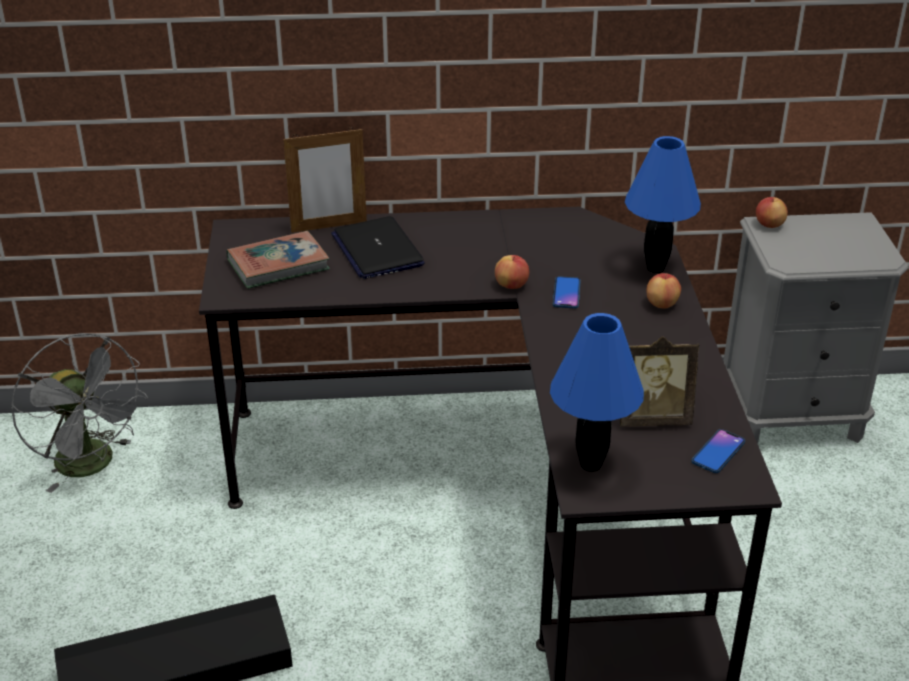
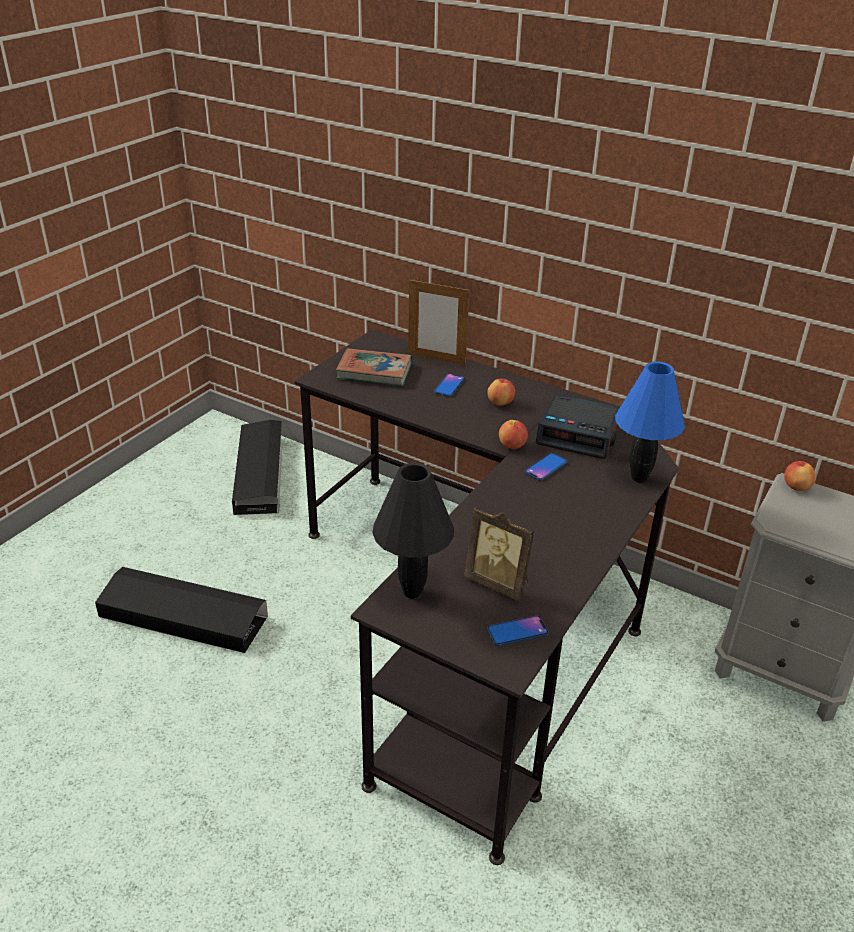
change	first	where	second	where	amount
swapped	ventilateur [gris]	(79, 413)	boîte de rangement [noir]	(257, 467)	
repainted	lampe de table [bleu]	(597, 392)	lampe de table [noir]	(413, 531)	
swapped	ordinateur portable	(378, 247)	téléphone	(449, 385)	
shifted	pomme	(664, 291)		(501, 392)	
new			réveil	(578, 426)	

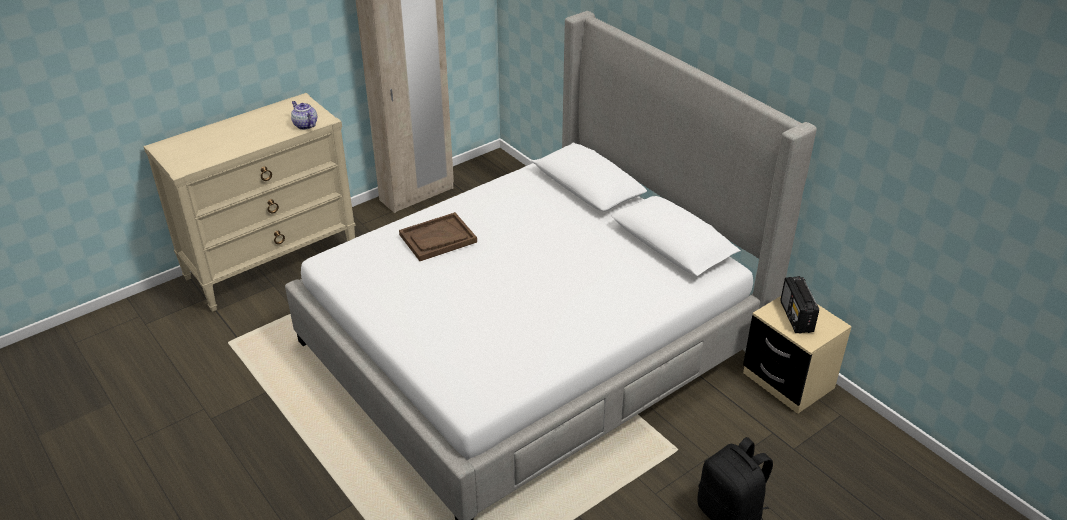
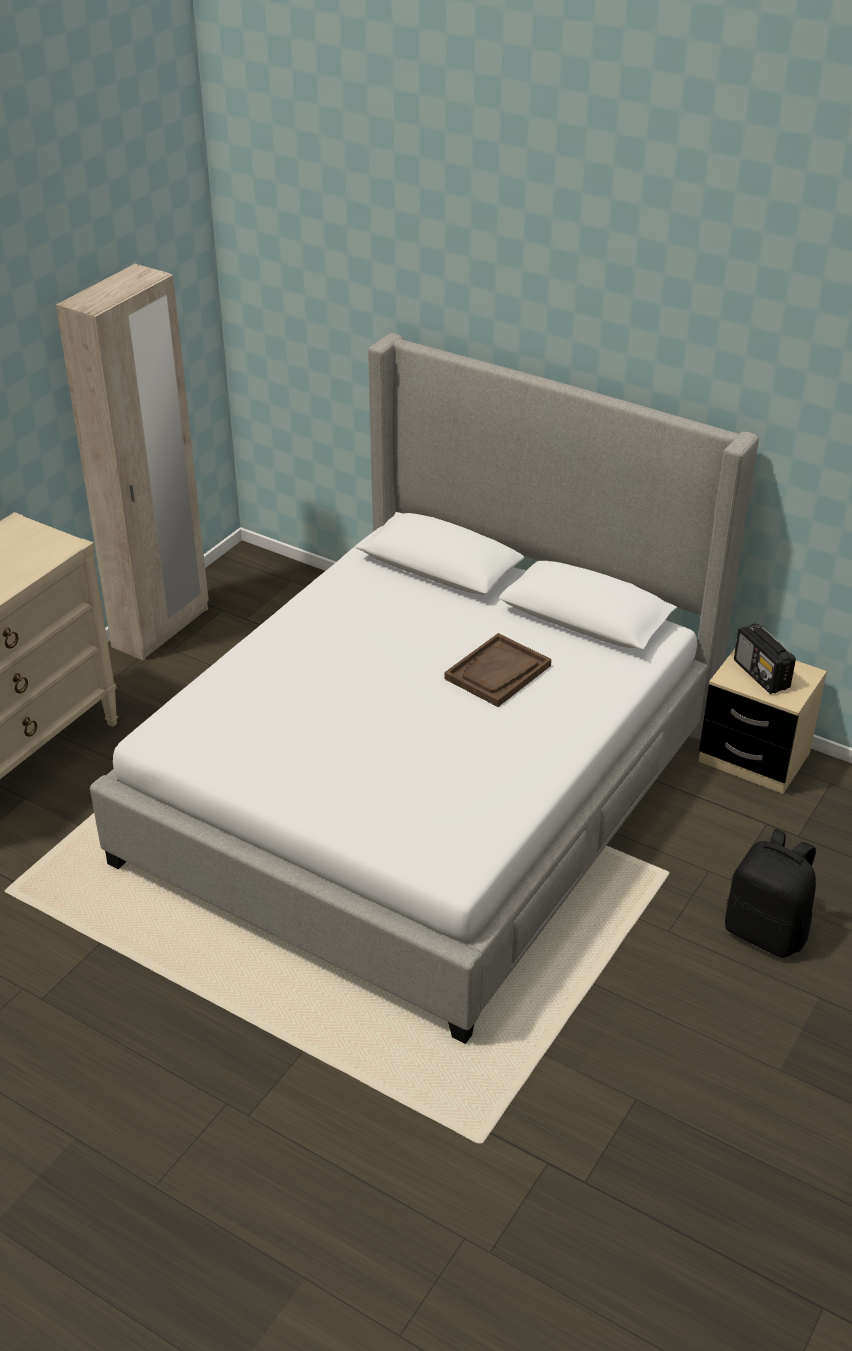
change	first	where	second	where	amount
shifted	plateau [marron]	(438, 236)		(497, 670)	
gone	théière	(304, 115)			

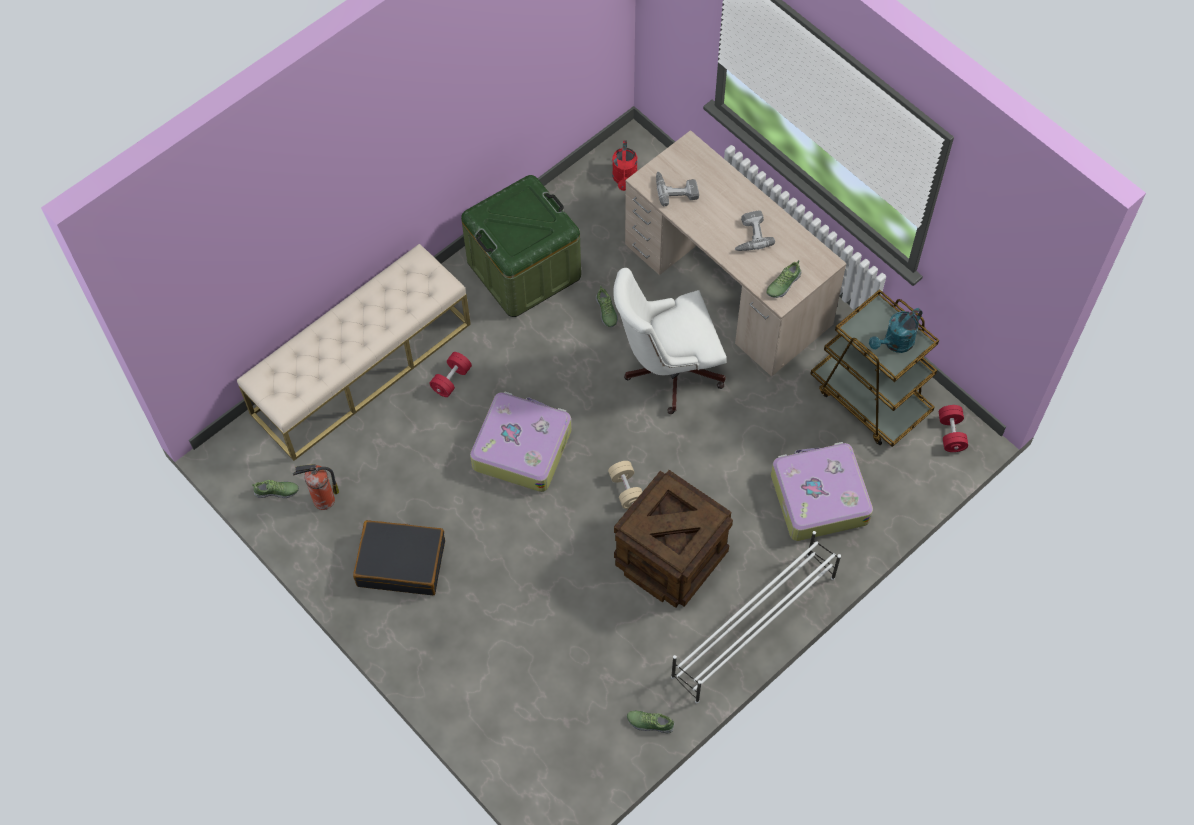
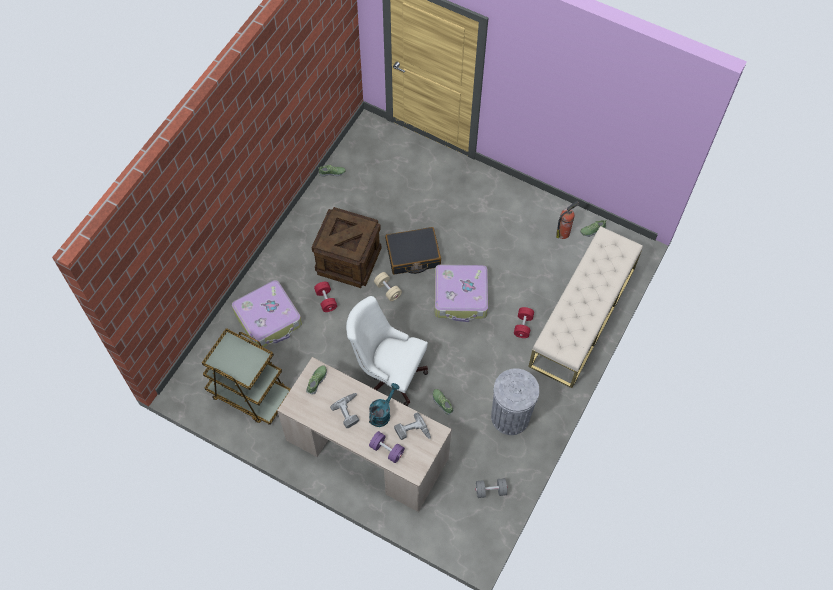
change	first	where	second	where	amount
shifted	haltère [rouge]	(953, 428)		(325, 297)	
rotated	chaise de bureau [blanc]	(670, 341)		(387, 351)	120 degrees counterclockwise
shifted	arrosoir [turquoise]	(895, 330)		(384, 405)	
new			haltère [violet]	(387, 447)	
shifted	valise [noir]	(399, 557)		(413, 250)	
new			haltère [gris]	(491, 488)	
swapped	boîte de rangement [vert]	(521, 246)	poubelle [gris]	(515, 401)	
gone	arrosoir [rouge]	(625, 165)			
gone	étagère à chaussures [blanc]	(756, 617)			

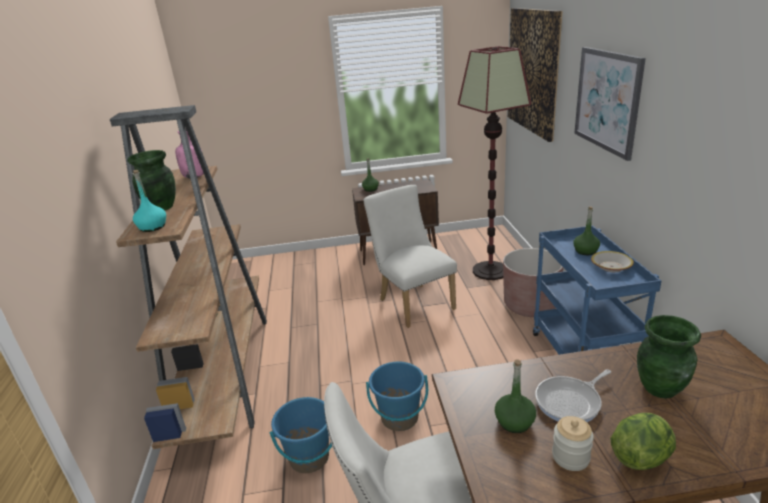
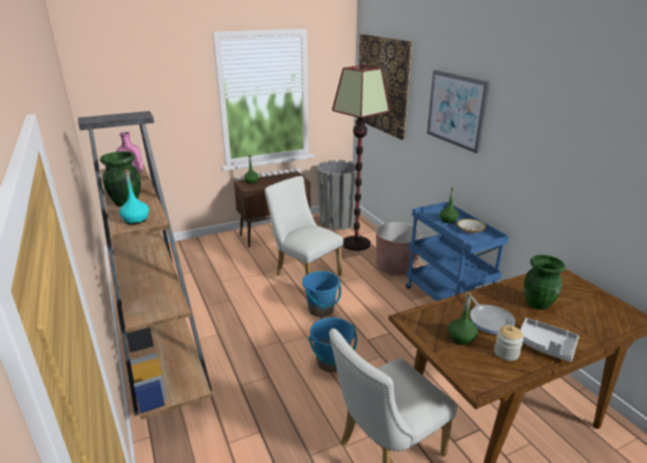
change	first	where	second	where	amount
shifted	seau [bleu]	(300, 435)		(321, 294)	
new			cache-pot [gris]	(339, 195)	
rotated	poêle	(573, 395)		(490, 313)	60 degrees counterclockwise
swapped	laitue	(643, 441)	plateau [gris]	(549, 340)	

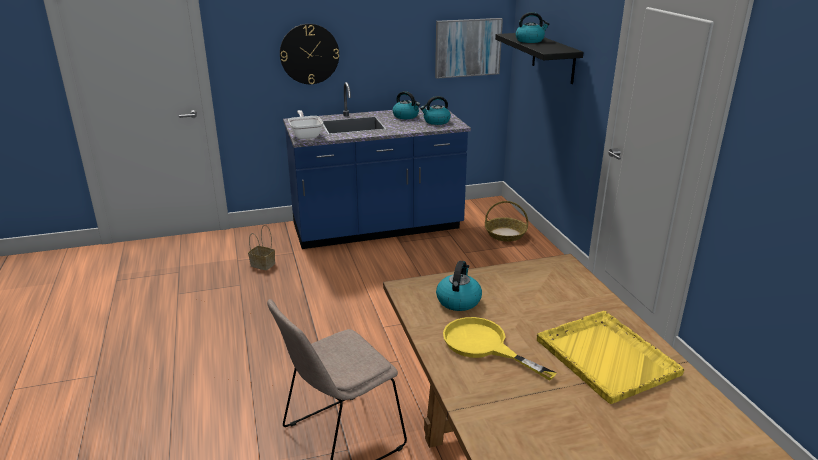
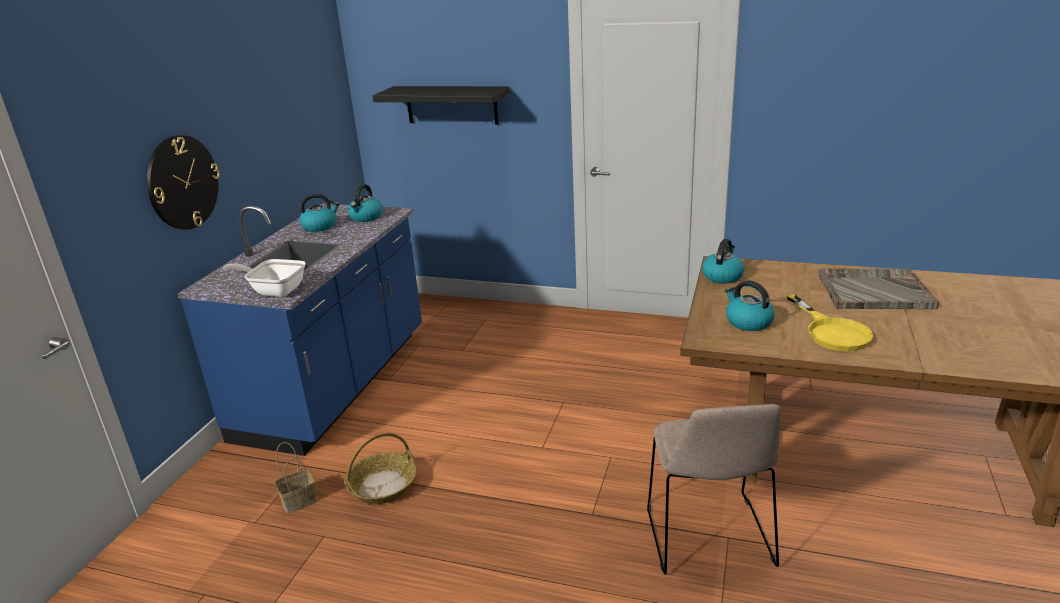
change	first	where	second	where	amount
shifted	panier	(506, 221)		(380, 468)	
shifted	bouilloire	(532, 27)		(723, 261)	
rotated	poêle [jaune]	(500, 349)		(830, 323)	90 degrees counterclockwise
repainted	plateau [jaune]	(610, 357)	plateau [gris]	(878, 288)	
gone	tableau	(469, 48)			

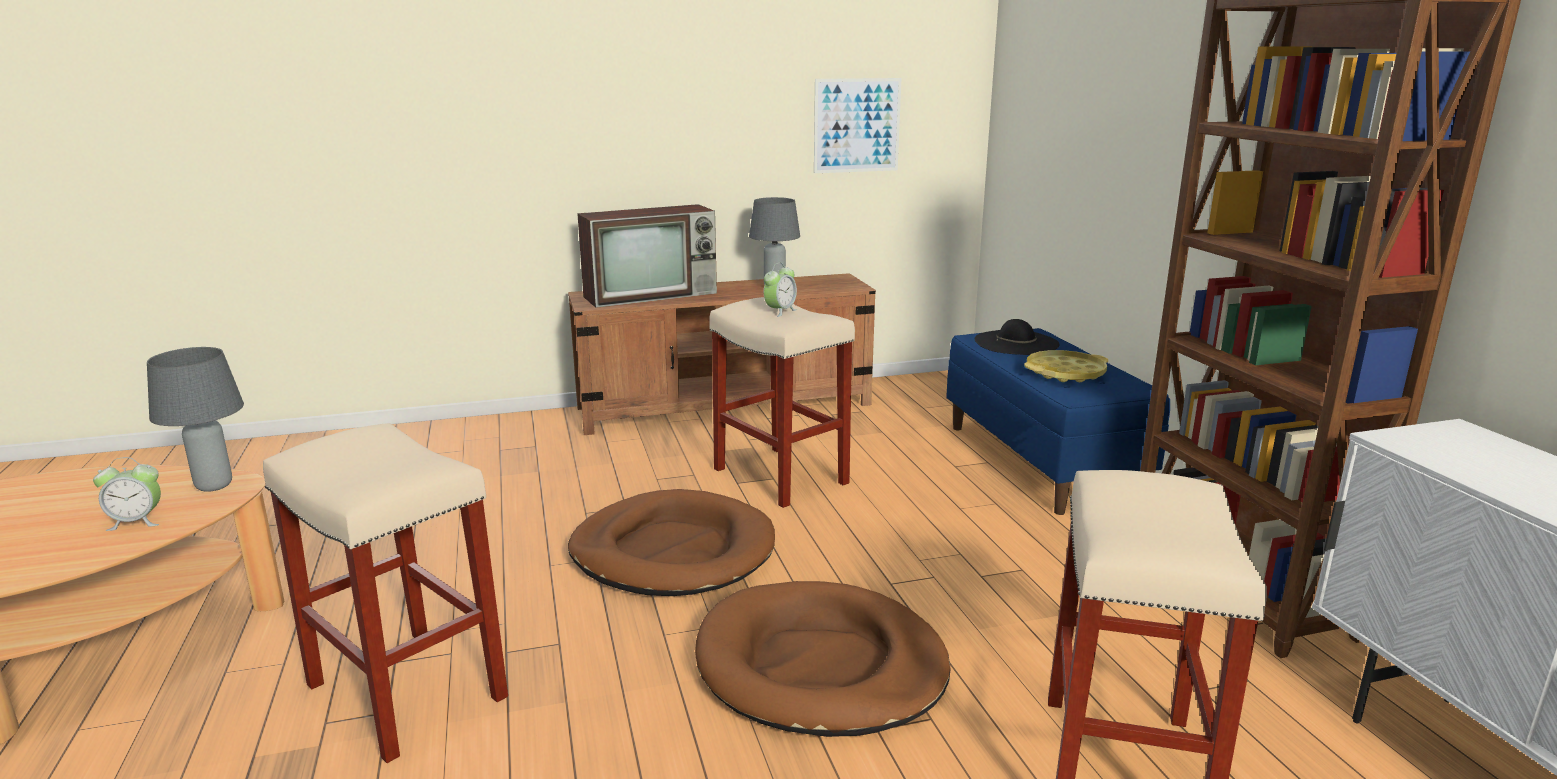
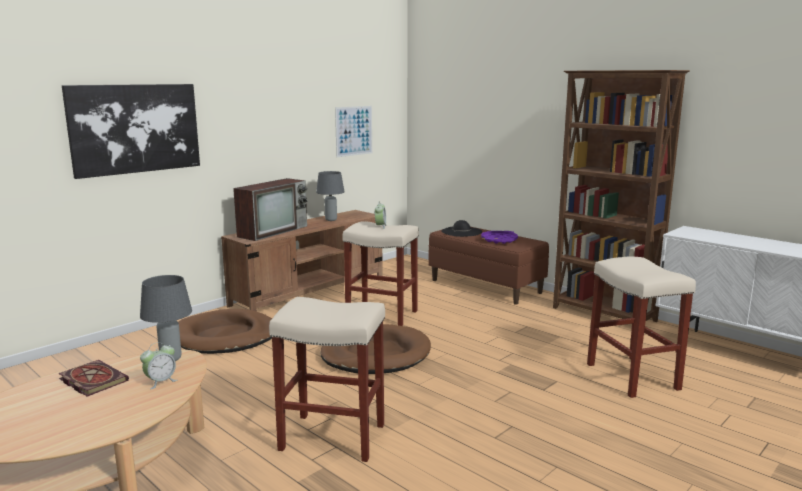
change	first	where	second	where	amount
new			livre	(93, 378)	
new			tableau	(131, 131)	
shifted	panier pour chien [marron]	(822, 659)		(225, 331)	
repainted	banc [bleu]	(1058, 421)	banc [marron]	(488, 266)	
repainted	plateau [jaune]	(1066, 366)	plateau [violet]	(499, 237)	

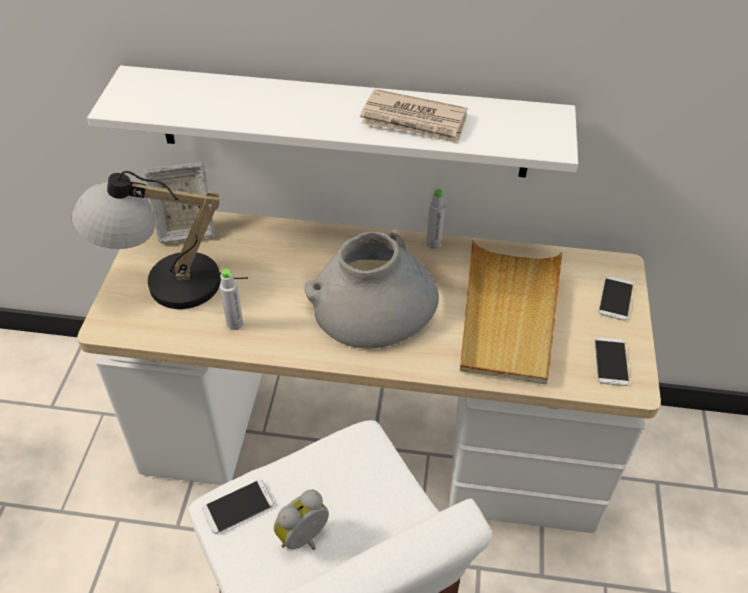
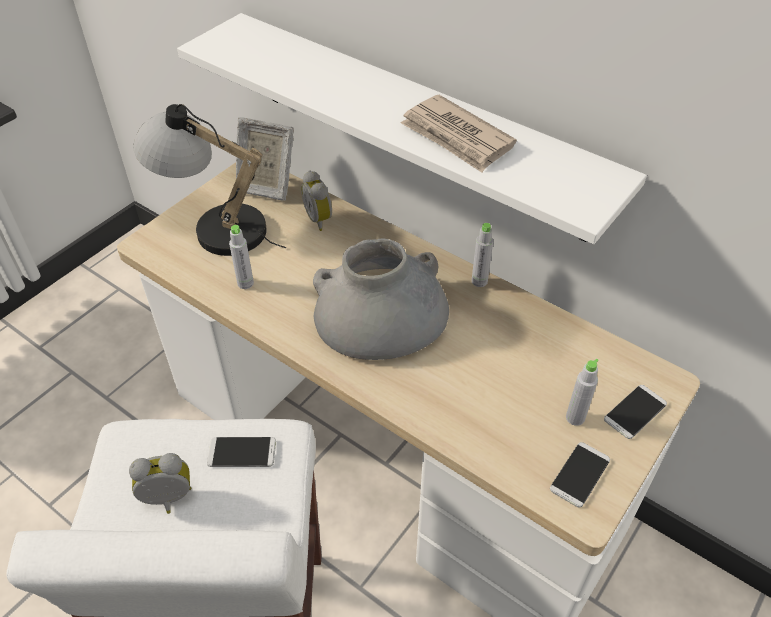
change	first	where	second	where	amount
shifted	téléphone	(238, 507)		(241, 452)	
new			réveil	(316, 200)	
new			bouteille [gris]	(582, 392)	
gone	plateau [beige]	(511, 312)			

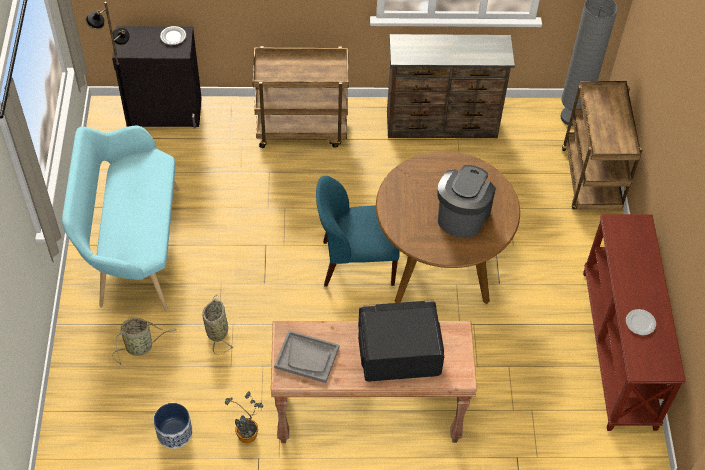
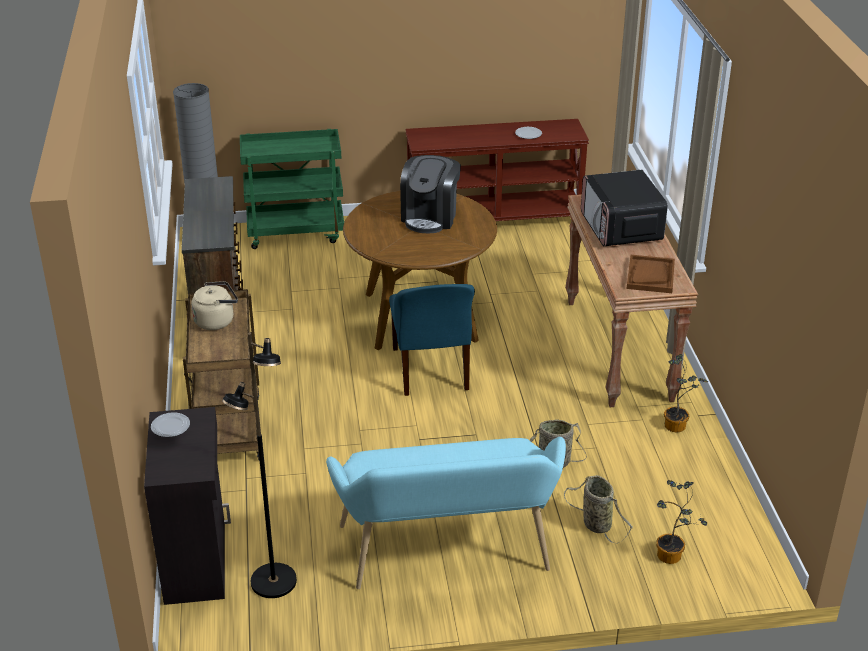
change	first	where	second	where	amount
new			bouilloire [beige]	(214, 305)	
repainted	chariot [marron]	(602, 145)	chariot [vert]	(292, 189)	
rotated	machine à café	(466, 201)		(430, 194)	90 degrees counterclockwise
repainted	plateau [gris]	(306, 356)	plateau [marron]	(650, 274)	
new			plante en pot	(681, 522)	
gone	cache-pot	(173, 426)			

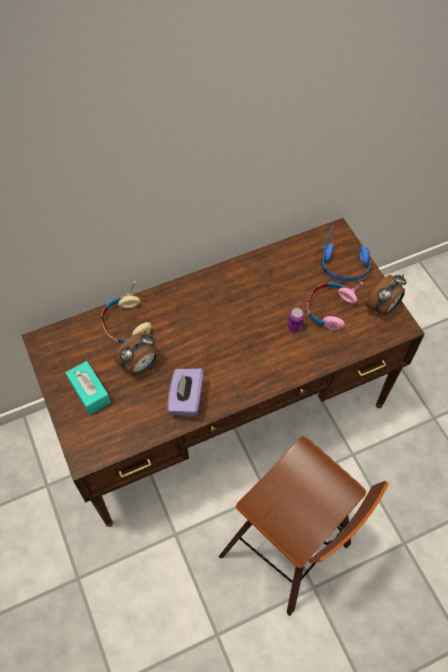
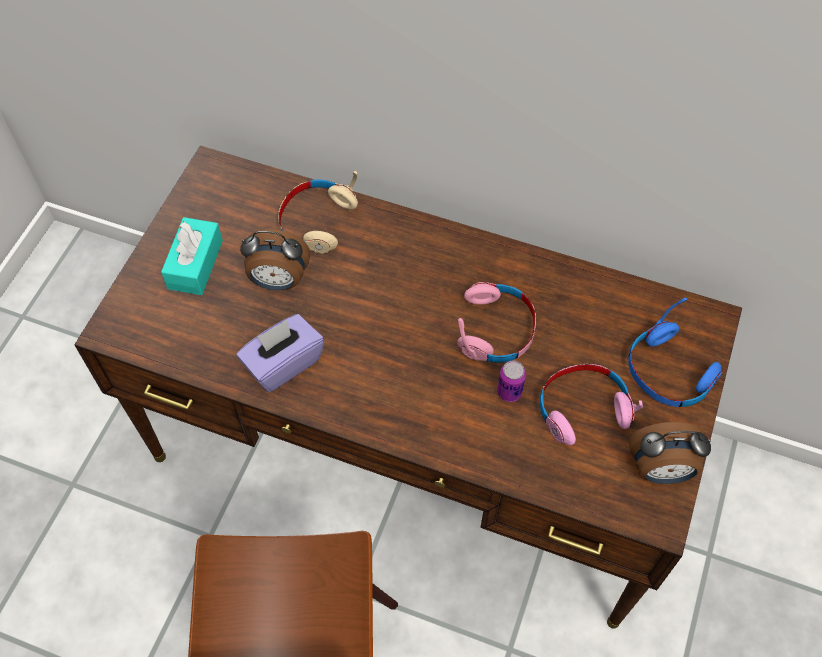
change	first	where	second	where	amount
new			casque audio [rose]	(496, 322)	

